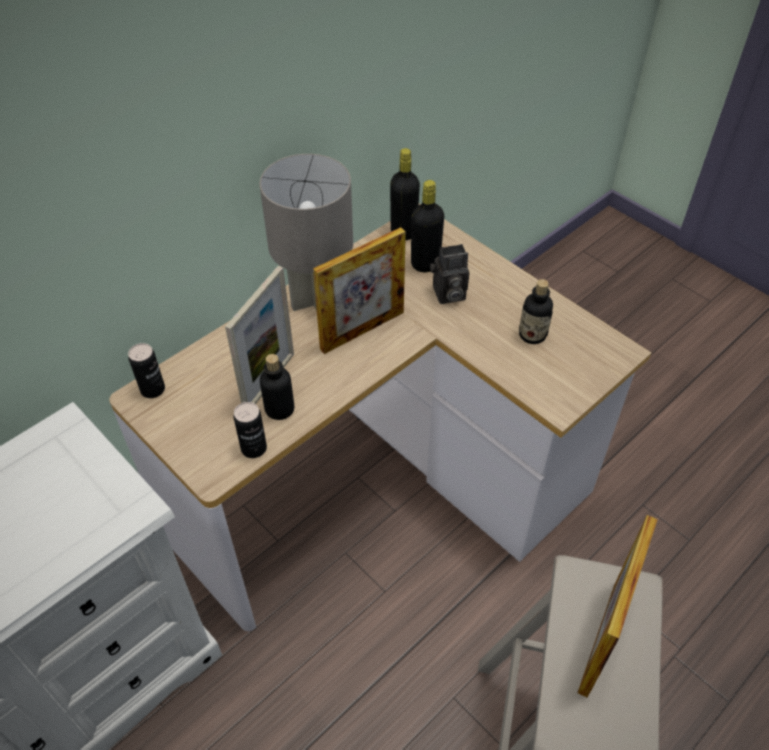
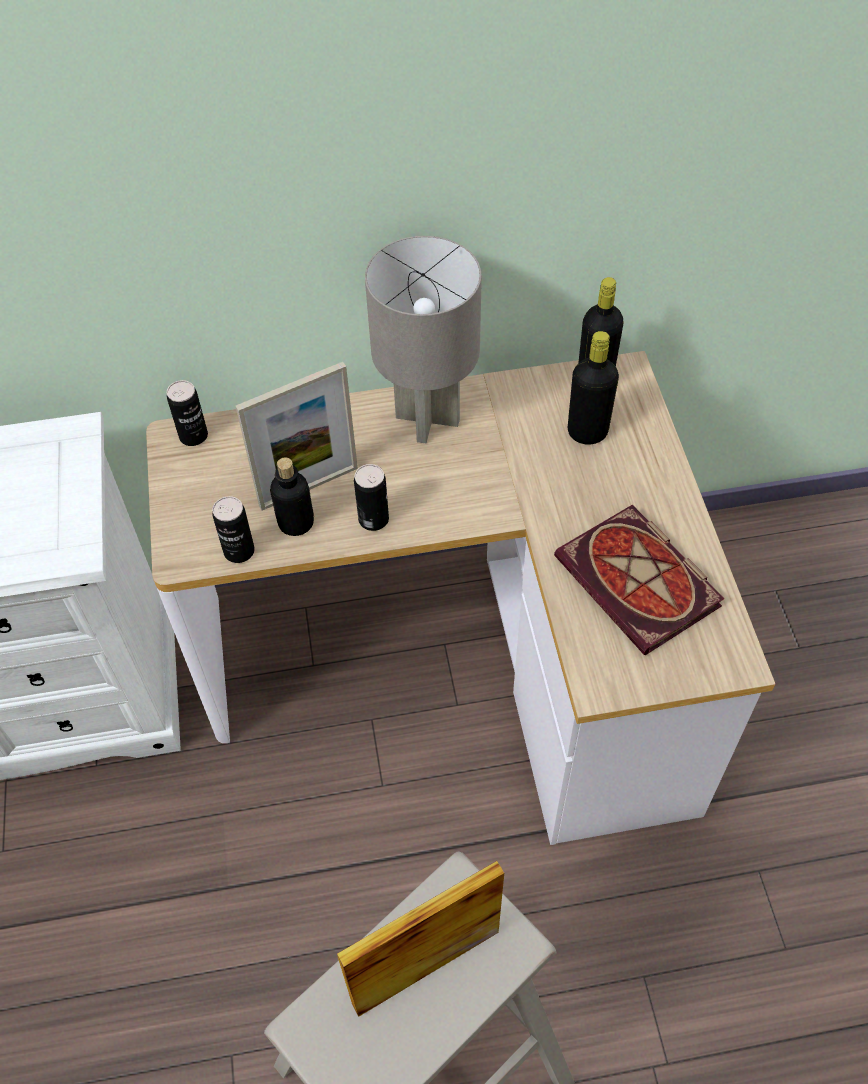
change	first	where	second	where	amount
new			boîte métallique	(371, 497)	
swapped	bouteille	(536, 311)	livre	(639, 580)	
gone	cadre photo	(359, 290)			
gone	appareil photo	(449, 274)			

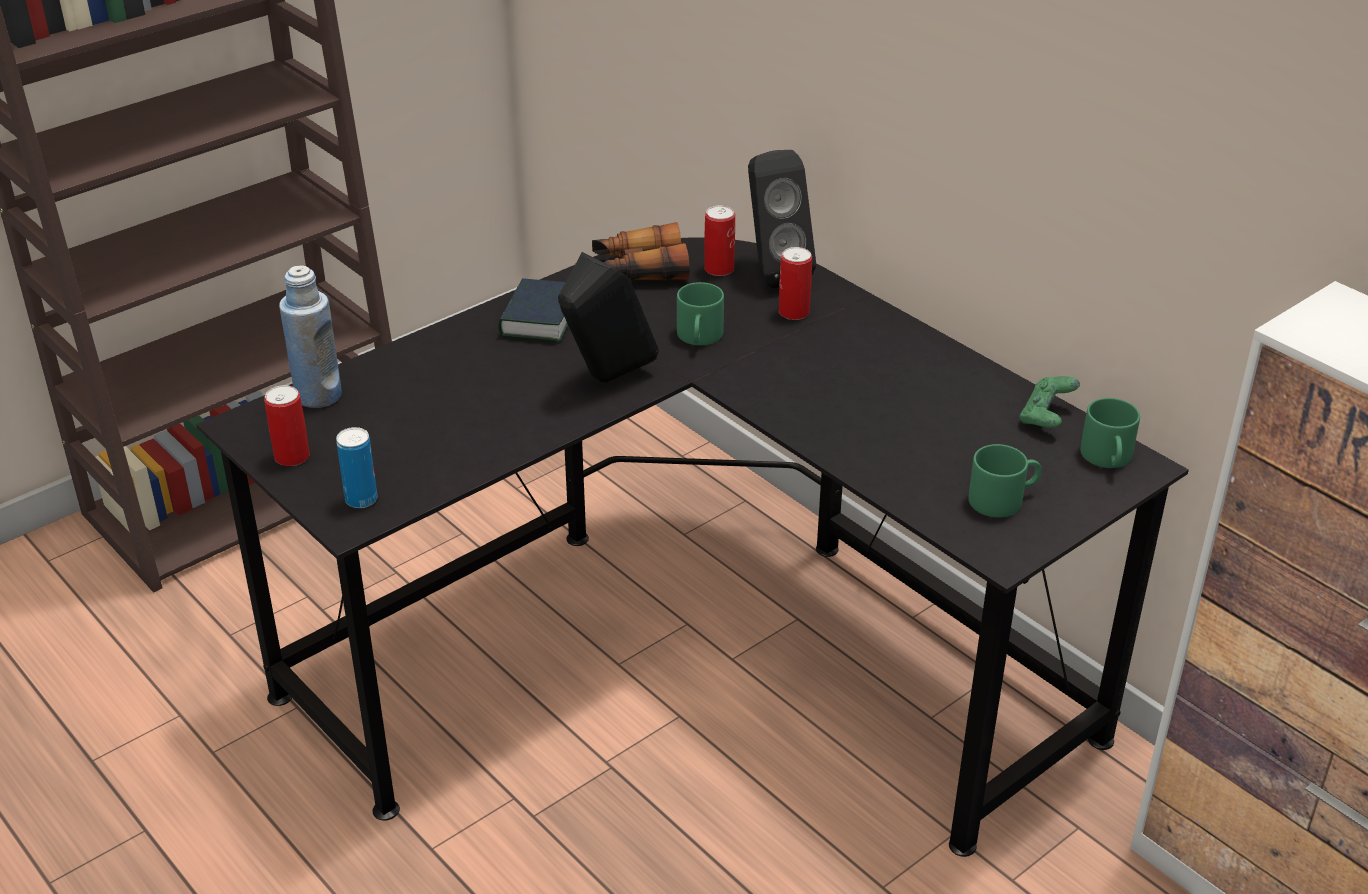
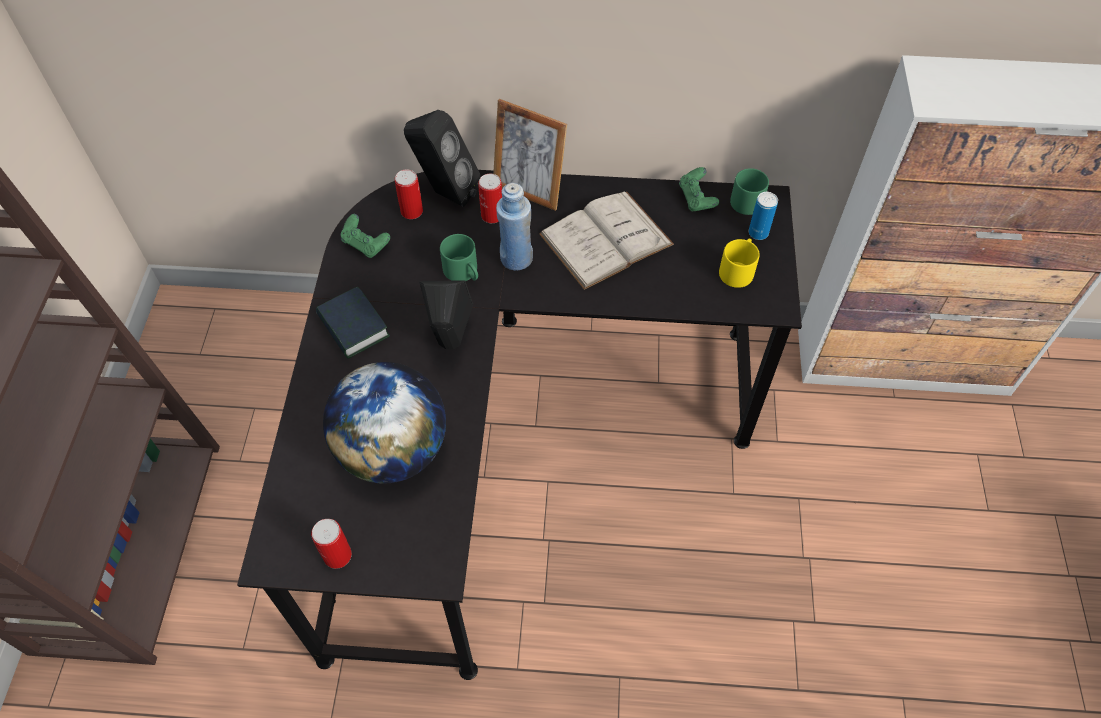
change	first	where	second	where	amount
new			globe	(384, 422)	
swapped	jumelles	(641, 251)	manette [vert]	(365, 236)	
new			cadre photo	(530, 155)	
shifted	bouteille [bleu]	(310, 336)		(514, 227)	
new			livre [blanc]	(606, 240)	
repainted	mug [vert]	(1005, 481)	mug [jaune]	(739, 263)	
shifted	boîte métallique	(356, 467)		(763, 216)	

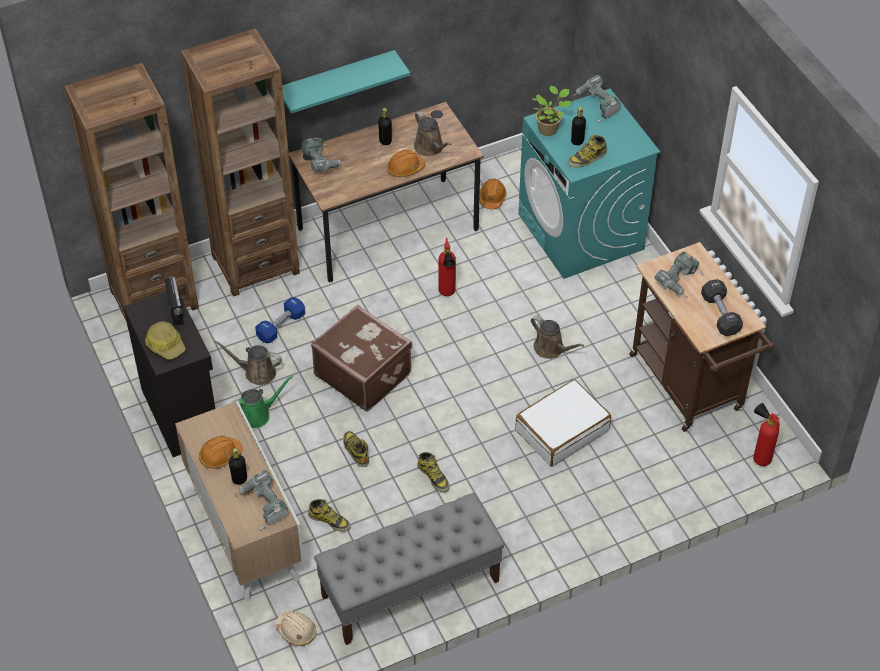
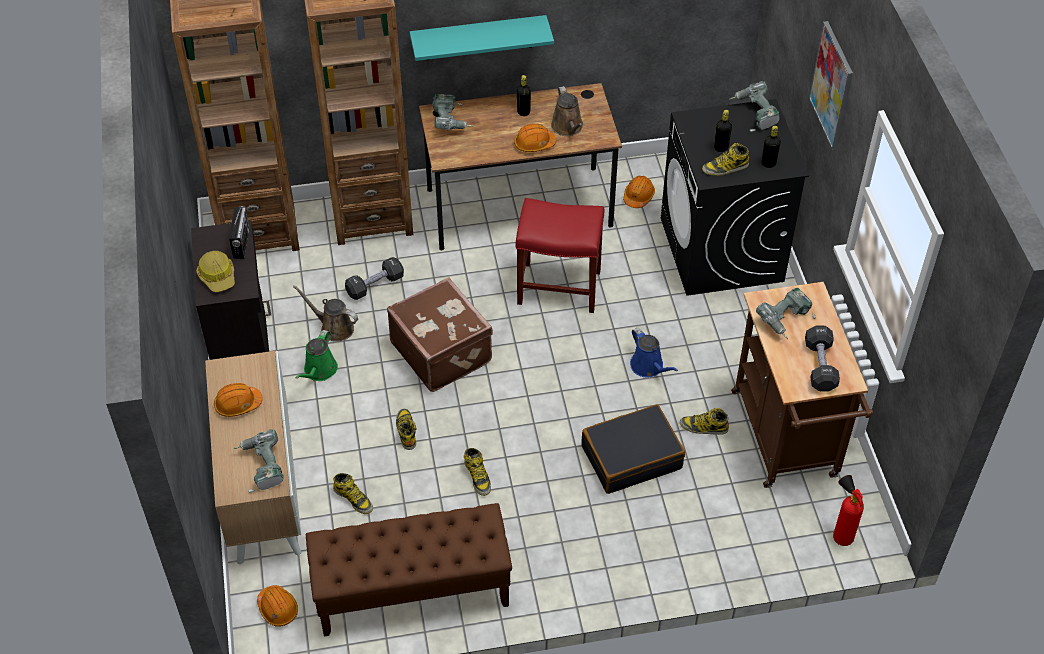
change	first	where	second	where	amount
repainted	casque de chantier [beige]	(295, 628)	casque de chantier [orange]	(277, 606)	
rotated	arrosoir [vert]	(262, 402)		(316, 355)	120 degrees clockwise
repainted	banc [gris]	(409, 569)	banc [marron]	(409, 569)	
repainted	haltère [bleu]	(280, 320)	haltère [noir]	(374, 278)	
swapped	extincteur	(447, 266)	tabouret [rouge]	(560, 255)	
repainted	valise [blanc]	(563, 423)	valise [noir]	(633, 449)	
repainted	arrosoir [marron]	(557, 337)	arrosoir [bleu]	(654, 353)	
repainted	lave-linge [turquoise]	(589, 184)	lave-linge [noir]	(735, 197)	
new			botte	(704, 421)	
shifted	bouteille [noir]	(238, 466)		(771, 147)	
new			tableau	(831, 85)	
gone	plante en pot	(552, 111)			

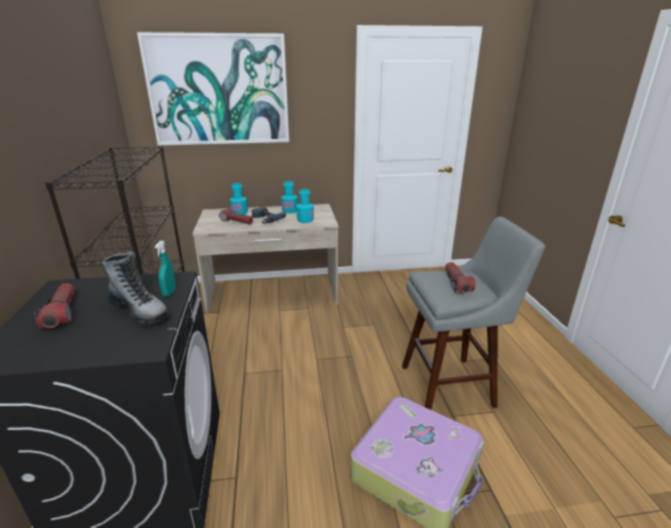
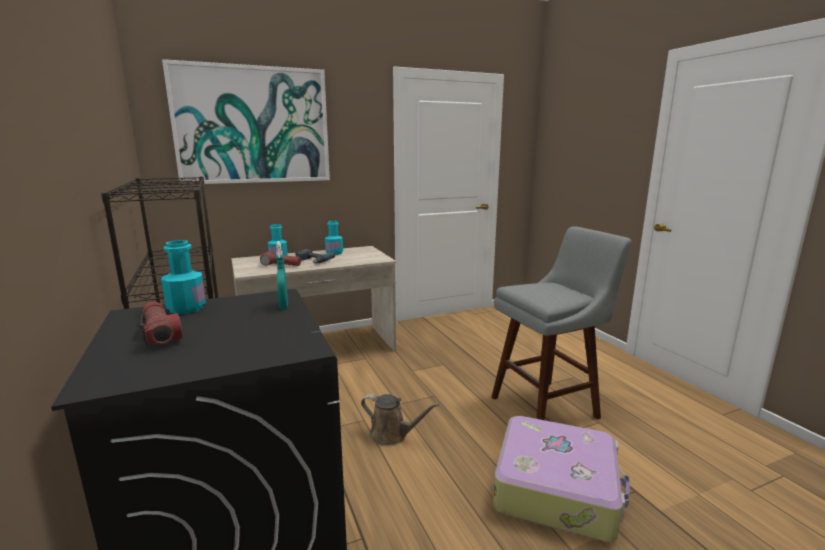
change	first	where	second	where	amount
shifted	bouteille [turquoise]	(305, 206)		(183, 277)	
new			arrosoir [marron]	(400, 420)	
gone	botte	(136, 288)			
gone	lampe de poche	(460, 277)			

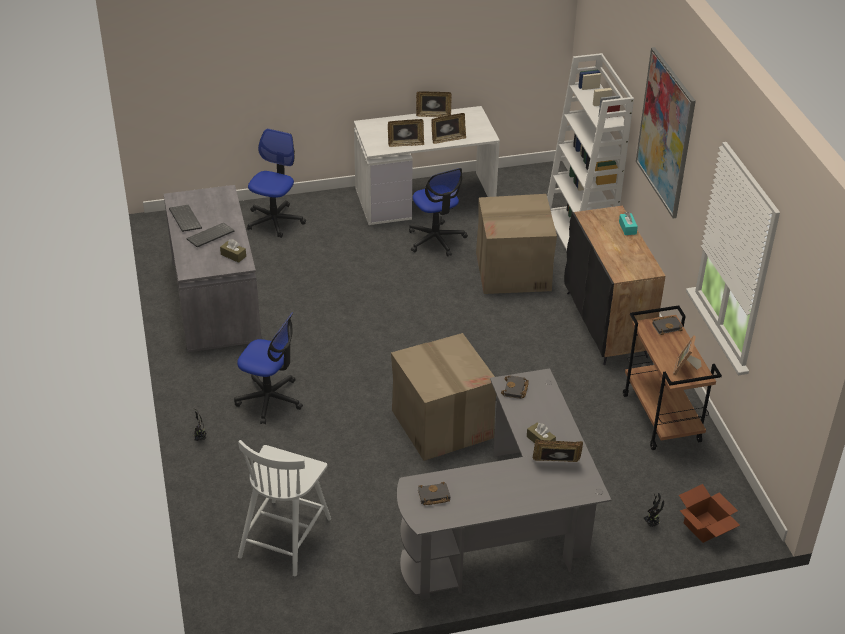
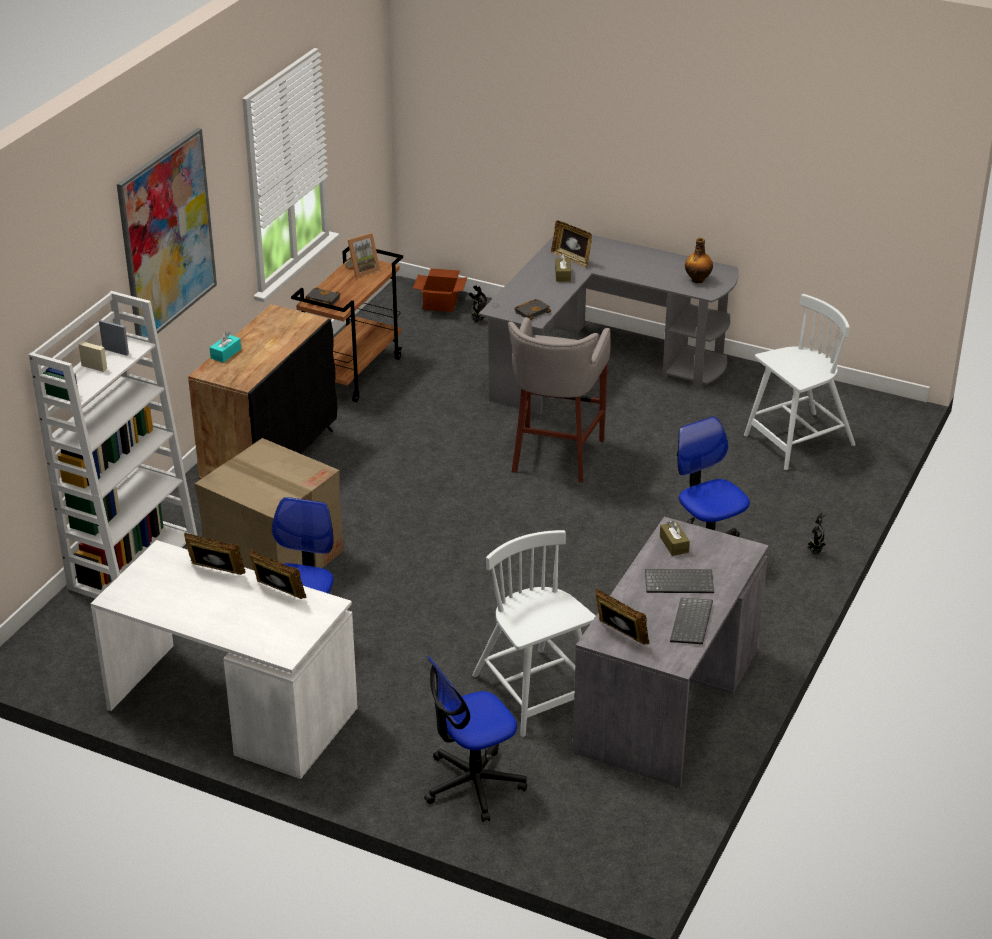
change	first	where	second	where	amount
new			chaise [blanc]	(533, 633)	
swapped	carton	(443, 397)	tabouret [gris]	(559, 400)	
shifted	cadre photo	(434, 104)		(622, 616)	
swapped	livre [noir]	(434, 493)	bouteille	(699, 260)	

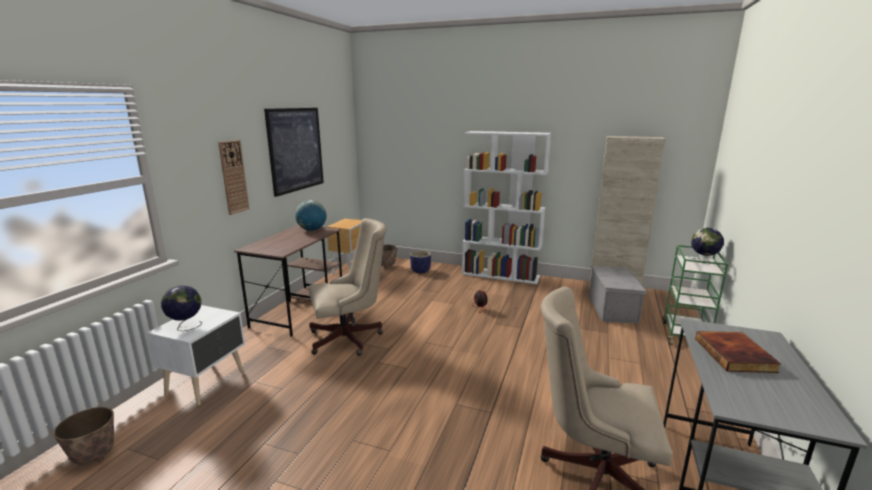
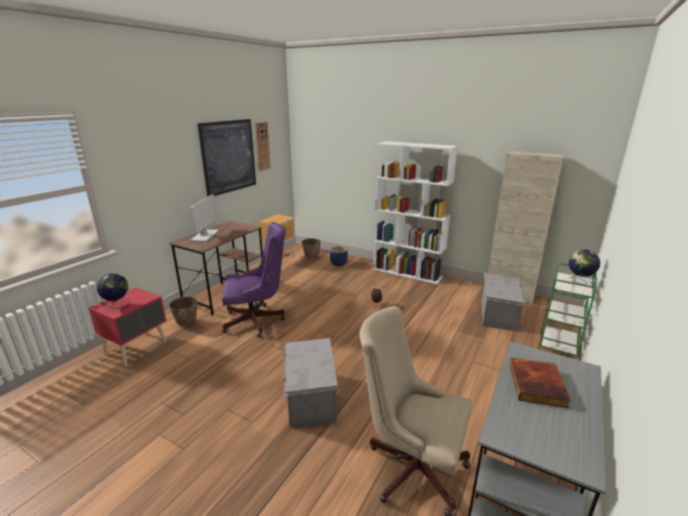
change	first	where	second	where	amount
repainted	table de chevet [blanc]	(196, 355)	table de chevet [rouge]	(127, 326)	
shifted	cache-pot	(83, 436)		(183, 311)	
new			écran d'ordinateur	(204, 218)	
repainted	chaise de bureau [beige]	(348, 287)	chaise de bureau [violet]	(254, 279)	
shifted	horloge murale	(233, 177)		(263, 146)	
new			boîte de rangement [gris]	(310, 382)	
gone	globe	(311, 215)			

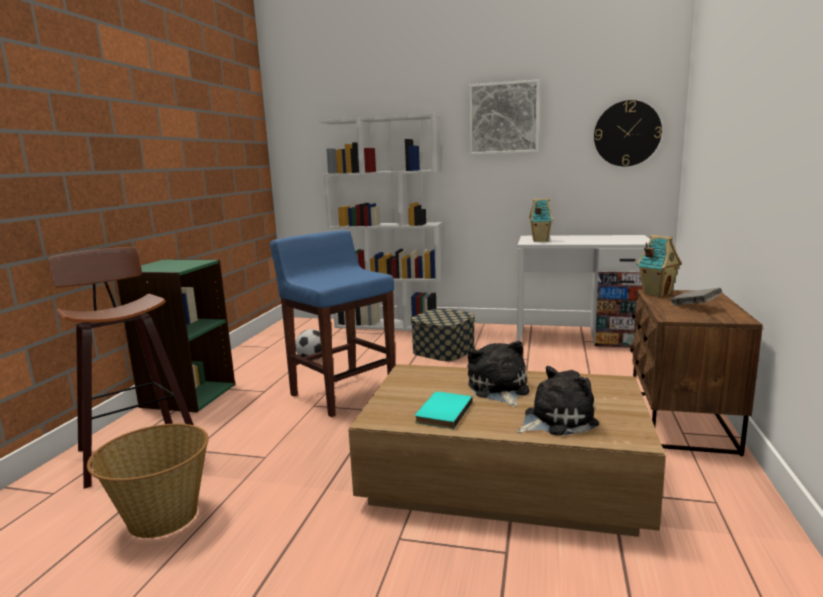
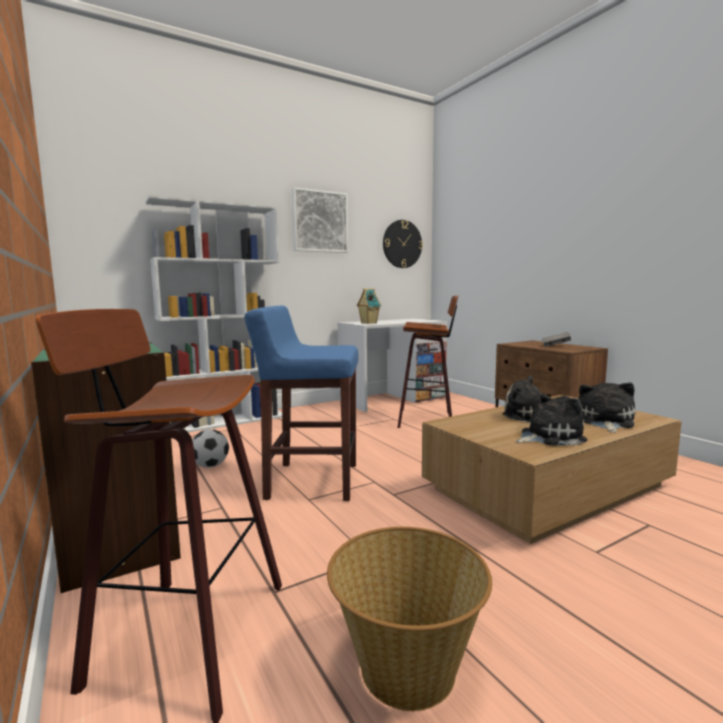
change	first	where	second	where	amount
new			tabouret	(428, 362)	
swapped	livre [turquoise]	(444, 410)	peluche	(552, 420)	
gone	boîte de rangement	(443, 334)			
gone	maison miniature	(659, 266)			

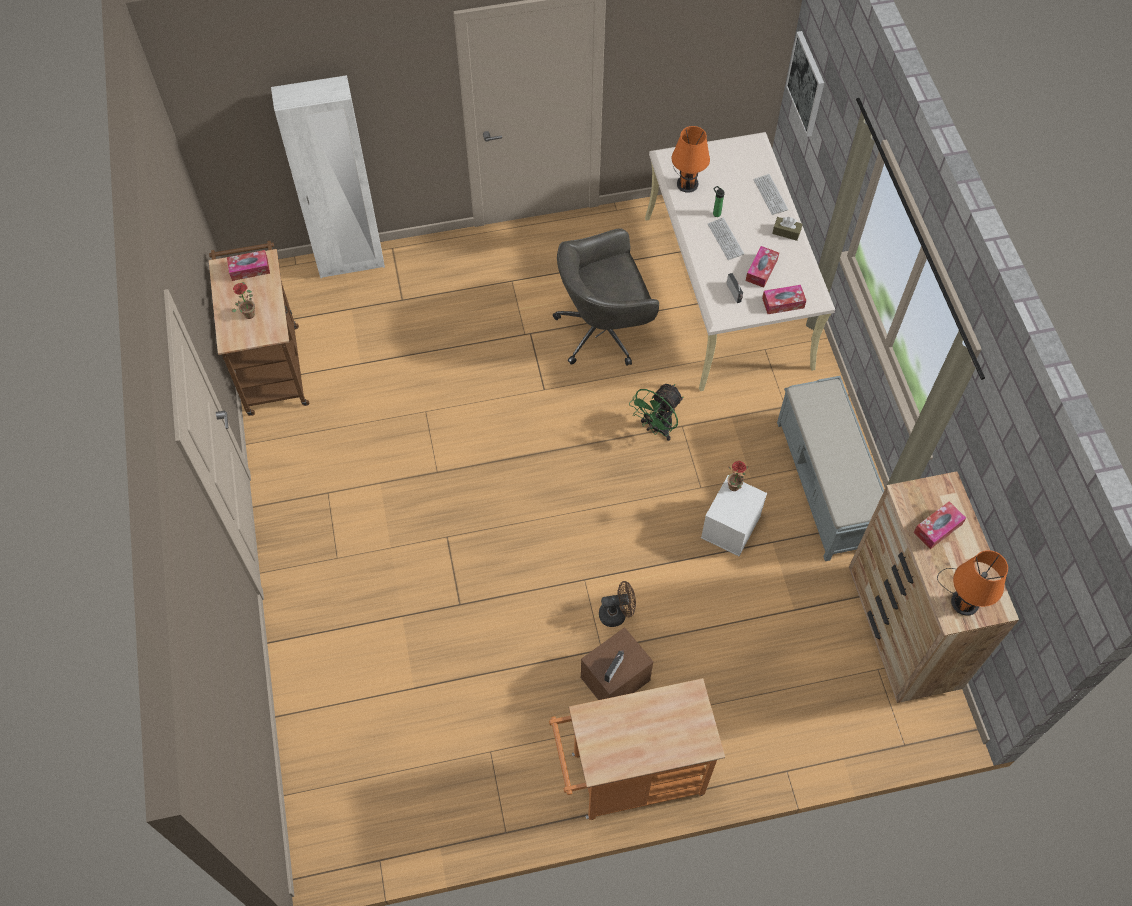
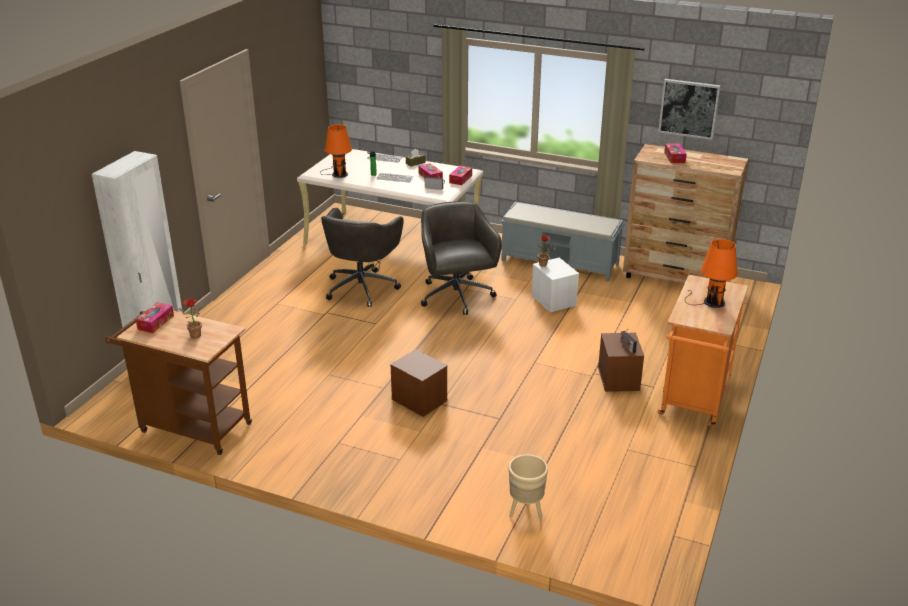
change	first	where	second	where	amount
new			boîte de rangement [marron]	(419, 383)	
swapped	ventilateur [vert]	(656, 412)	chaise de bureau [gris]	(461, 258)	
new			cache-pot [beige]	(528, 487)	
shifted	tableau	(805, 84)		(689, 109)	
shifted	lampe de table [orange]	(972, 583)		(711, 273)	
gone	ventilateur [marron]	(617, 604)			

